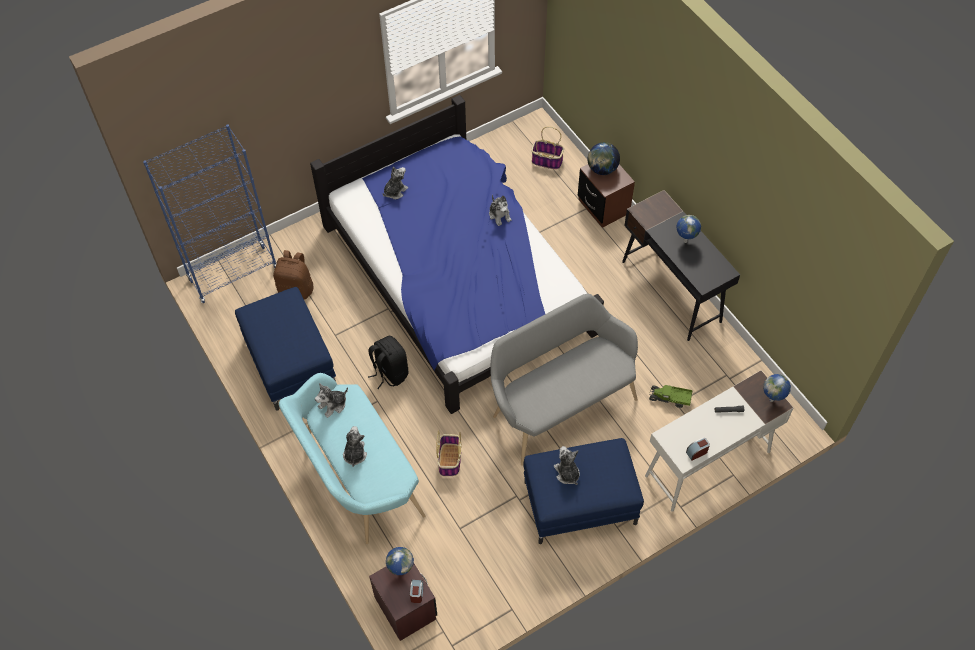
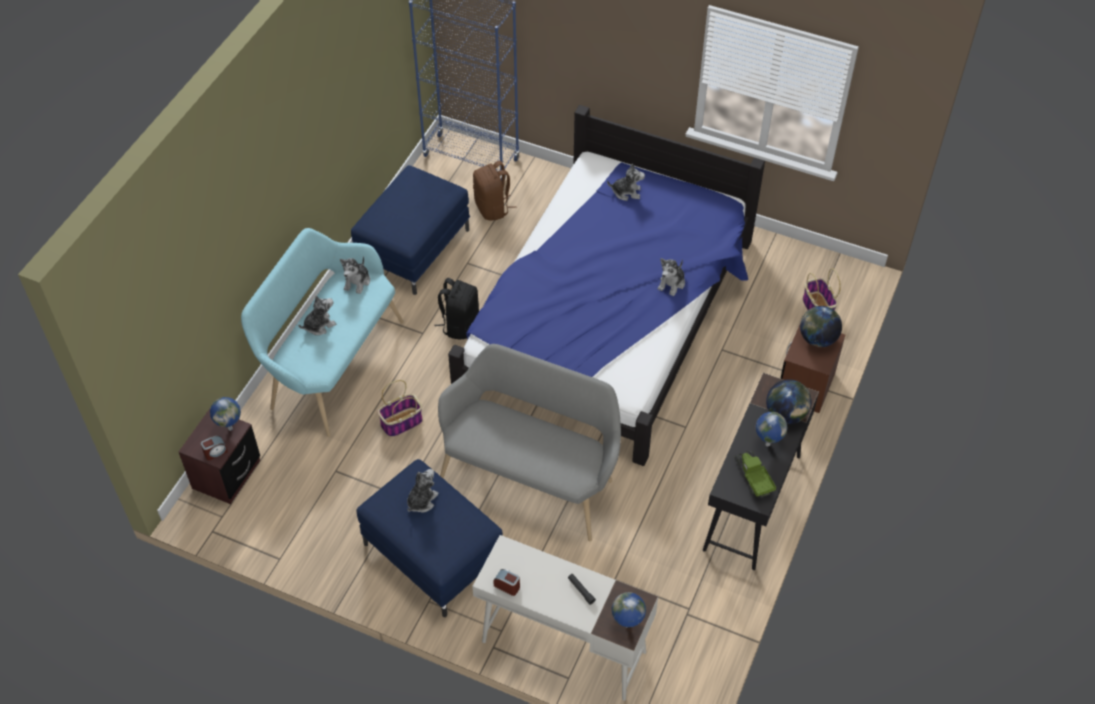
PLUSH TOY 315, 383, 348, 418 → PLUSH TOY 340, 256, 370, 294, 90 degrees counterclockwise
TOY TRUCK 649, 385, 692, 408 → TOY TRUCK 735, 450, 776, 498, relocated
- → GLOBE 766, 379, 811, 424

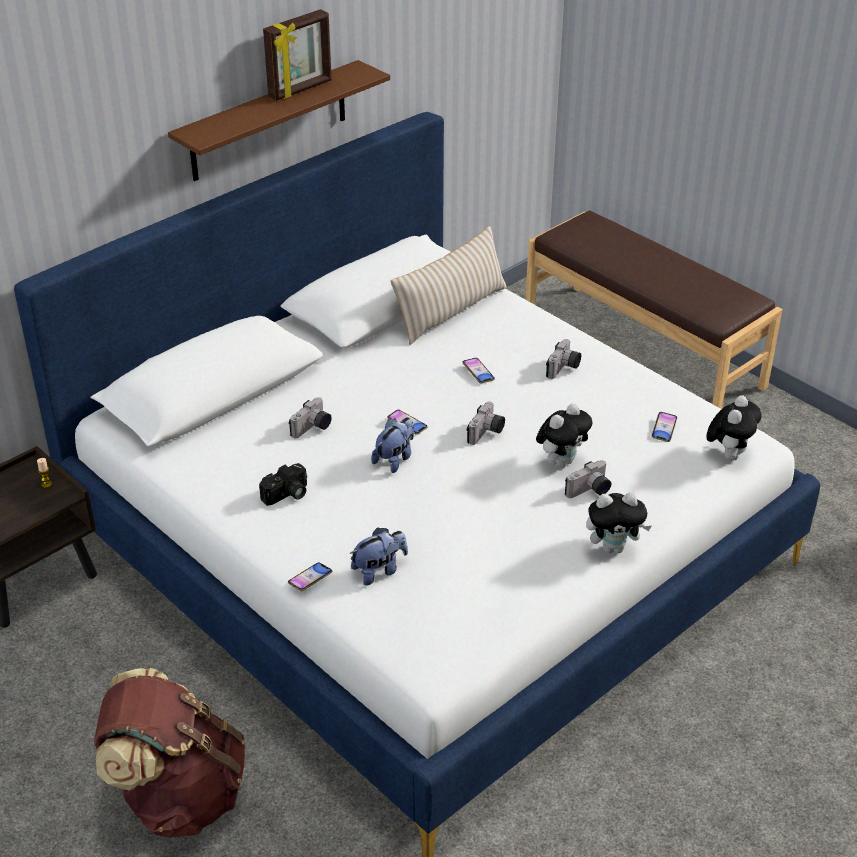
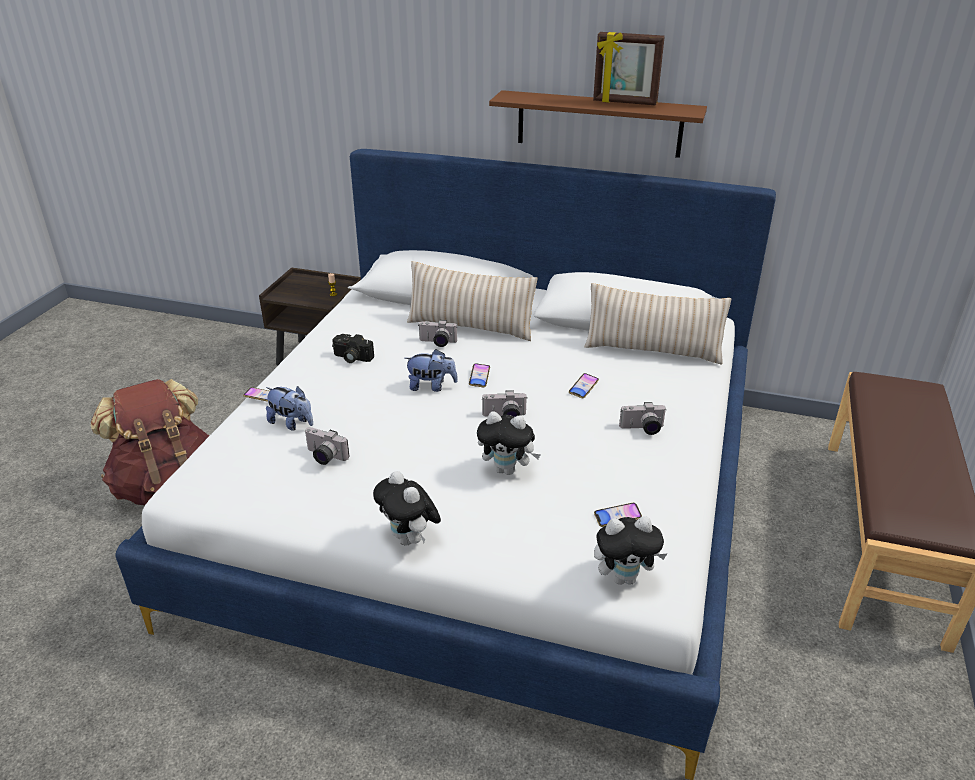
PHOTO CAMERA 565, 460, 611, 498 → PHOTO CAMERA 304, 427, 350, 465, relocated
- → BEIGE PILLOW 407, 261, 538, 341

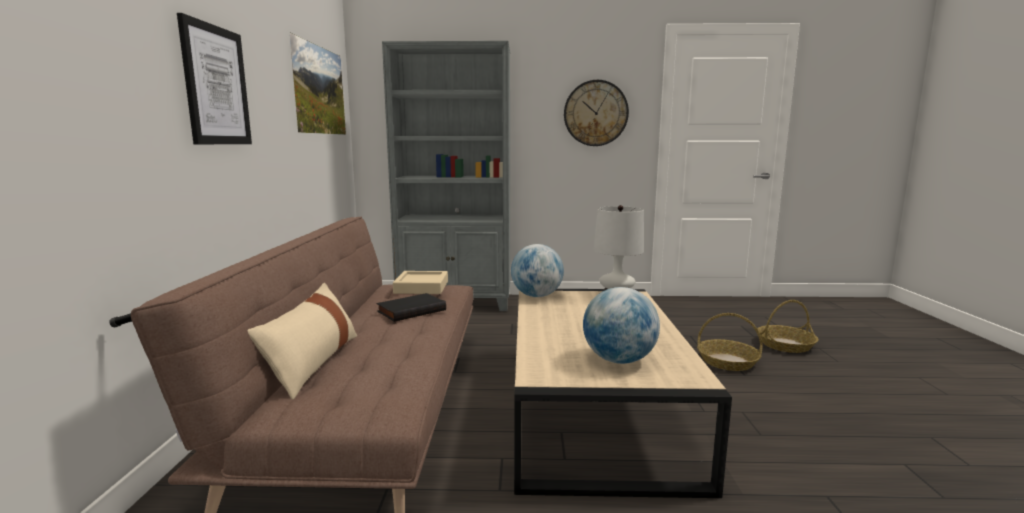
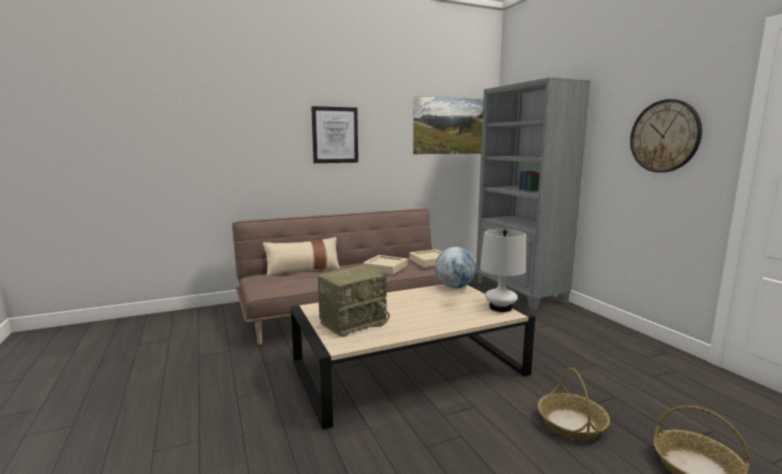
BLACK BOOK 377, 293, 446, 322 → BEIGE TRAY 363, 255, 407, 275
GLOBE 583, 287, 660, 364 → RADIO 317, 266, 390, 337

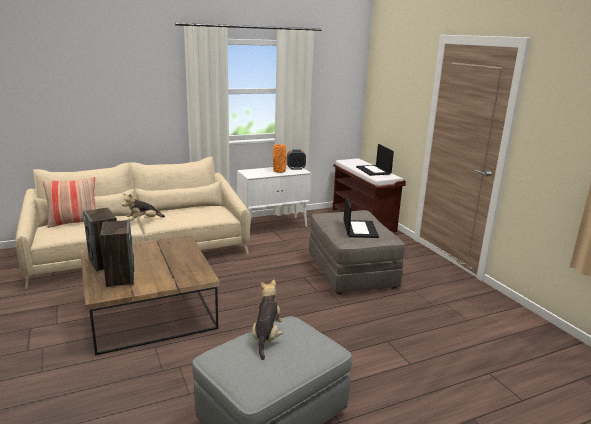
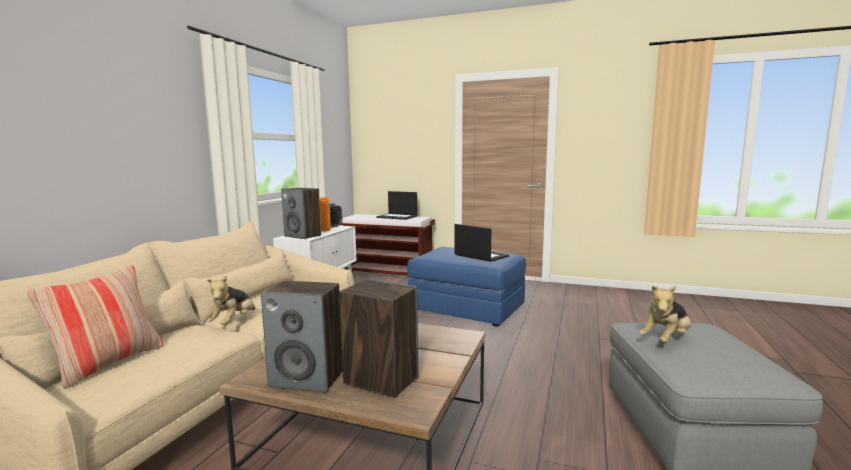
PLUSH TOY 252, 280, 283, 360 → PLUSH TOY 639, 285, 691, 343, 90 degrees counterclockwise
GREY OTTOMAN 309, 210, 405, 294 → BLUE OTTOMAN 407, 247, 526, 327
- → SPEAKER 281, 188, 321, 239

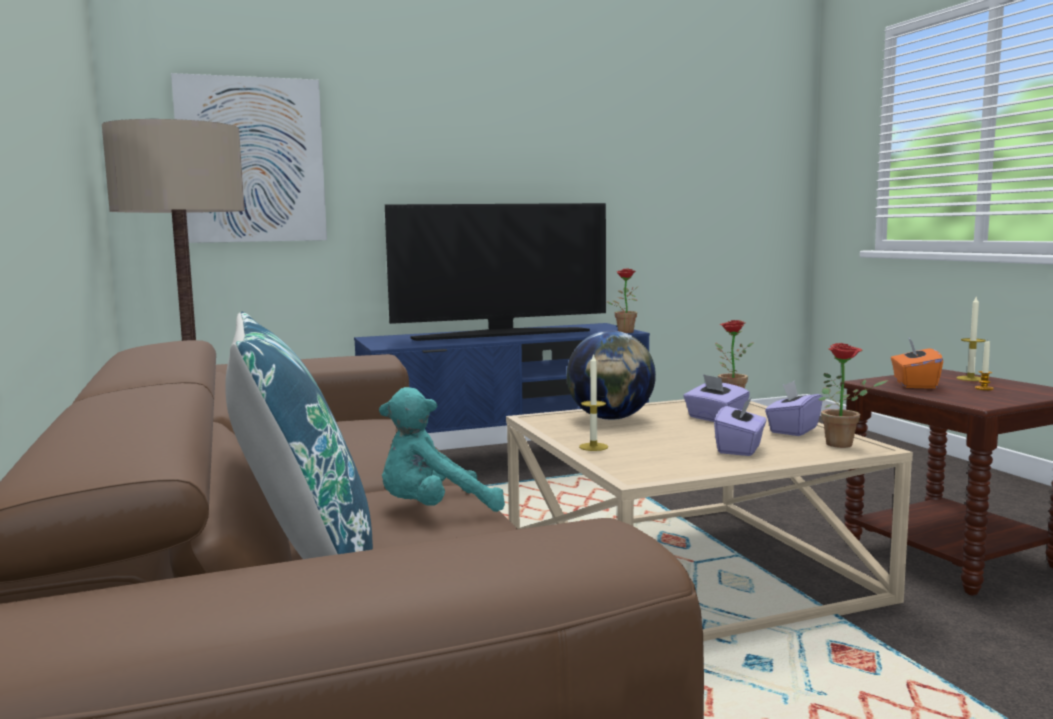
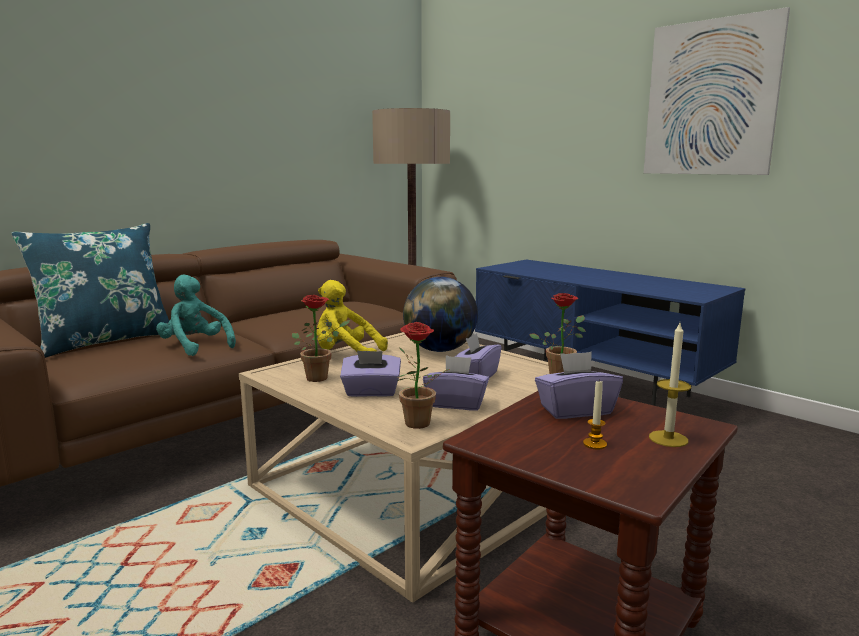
PICTURE 171, 73, 327, 243 → PICTURE 644, 7, 790, 175, relocated
TELEVISION 385, 203, 606, 341 → -
CANDLE 579, 353, 608, 451 → YELLOW PLUSH TOY 317, 280, 388, 352
POTTED PLANT 607, 269, 638, 333 → POTTED PLANT 292, 295, 350, 382, relocated
ORANGE TISSUE BOX 891, 337, 943, 389 → PURPLE TISSUE BOX 535, 352, 623, 419

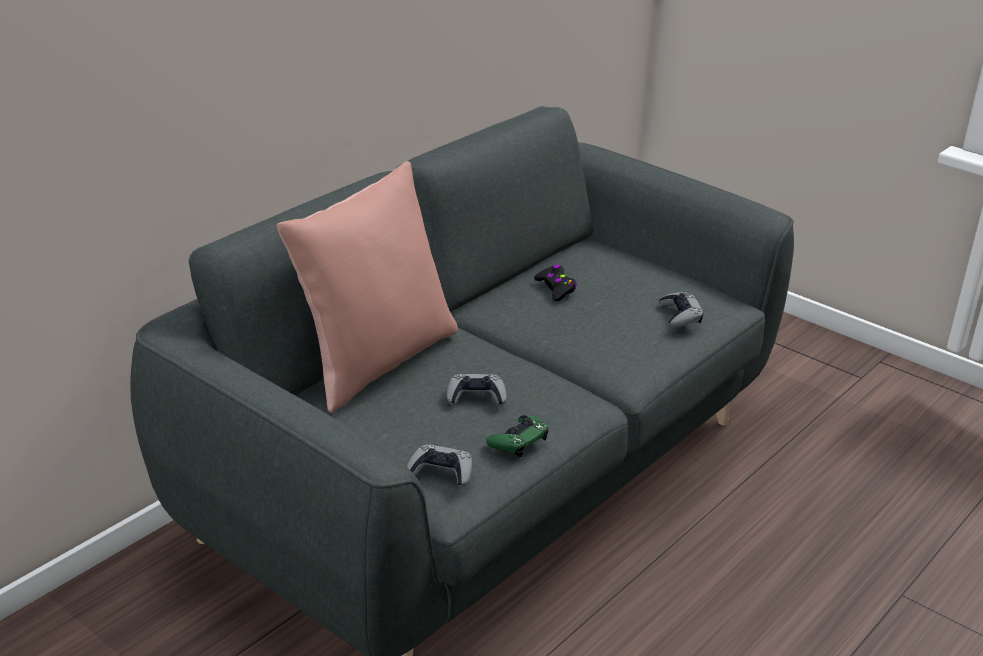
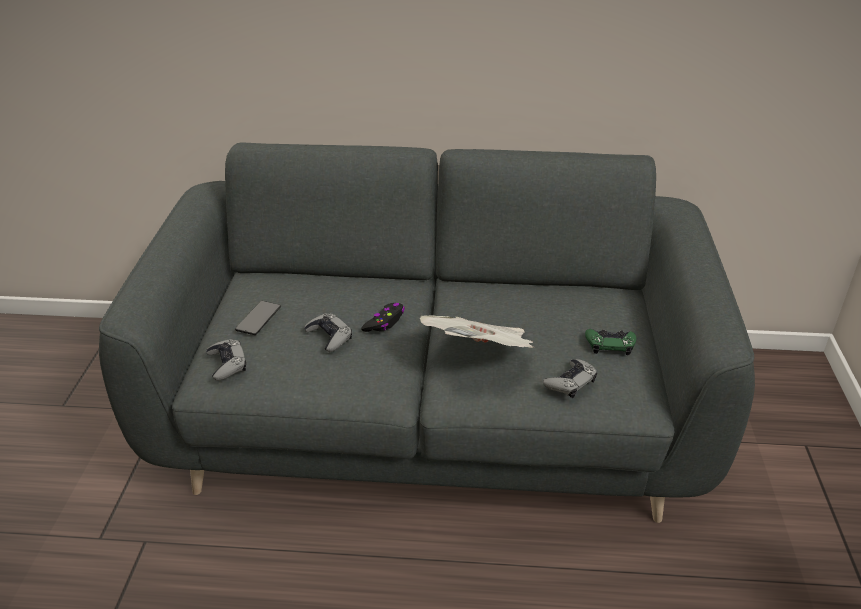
PINK PILLOW 277, 161, 458, 413 → -
GREEN GAME CONTROLLER 486, 415, 549, 457 → GREEN GAME CONTROLLER 585, 329, 636, 355, relocated
BLACK GAME CONTROLLER 534, 264, 577, 301 → BLACK GAME CONTROLLER 361, 303, 405, 332, relocated
- → PHONE 235, 301, 281, 335
- → NEWSPAPER 420, 315, 534, 348

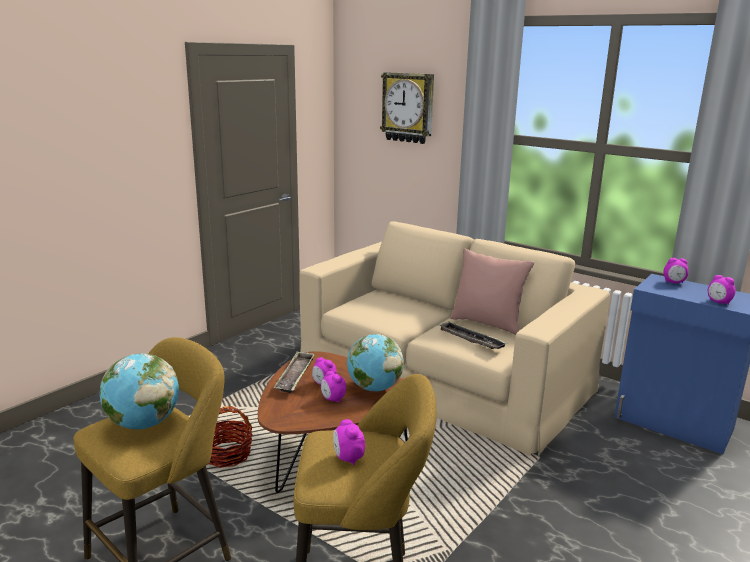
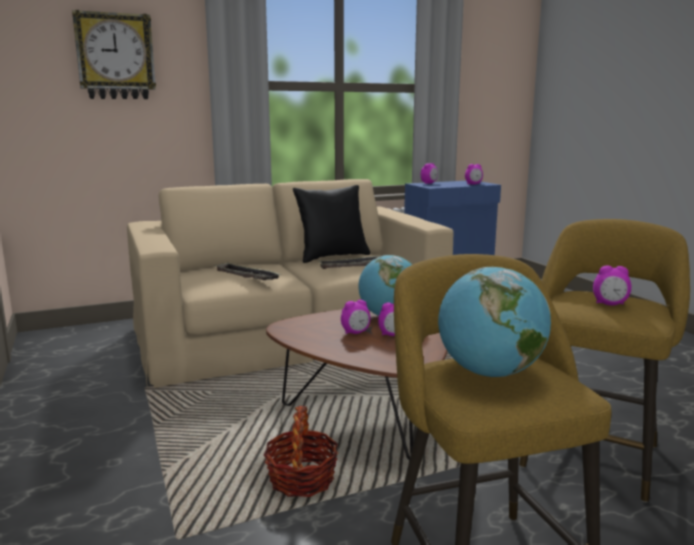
TRAY 274, 352, 315, 393 → TRAY 214, 263, 281, 280, relocated
PINK PILLOW 450, 248, 534, 335 → BLACK PILLOW 293, 185, 370, 263

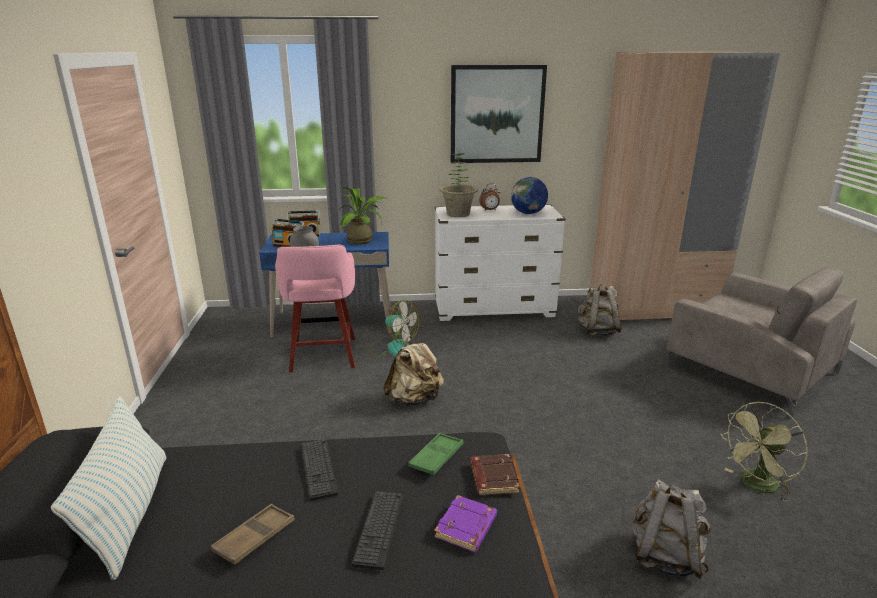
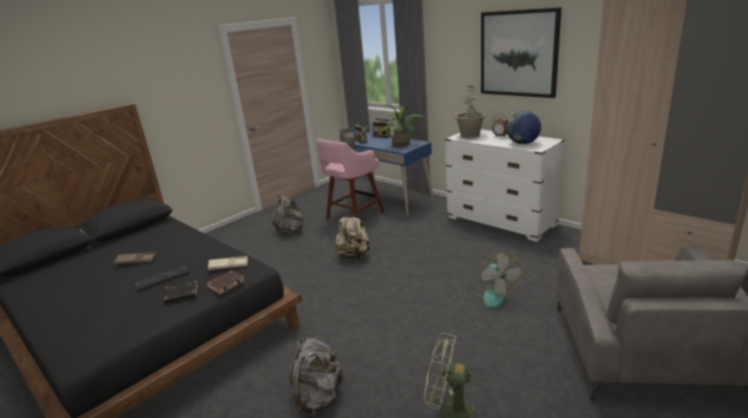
PILLOW 51, 396, 166, 580 → -
KEYBOARD 301, 439, 339, 501 → -
FAN 369, 300, 419, 357 → FAN 465, 252, 522, 308, relocated
GREEN TRAY 409, 433, 464, 475 → BEIGE TRAY 208, 256, 248, 270
PURPLE BOOK 434, 495, 497, 552 → BLACK BOOK 164, 281, 198, 304
GREY BACKPACK 578, 284, 623, 336 → GREY BACKPACK 272, 195, 303, 235, relocated

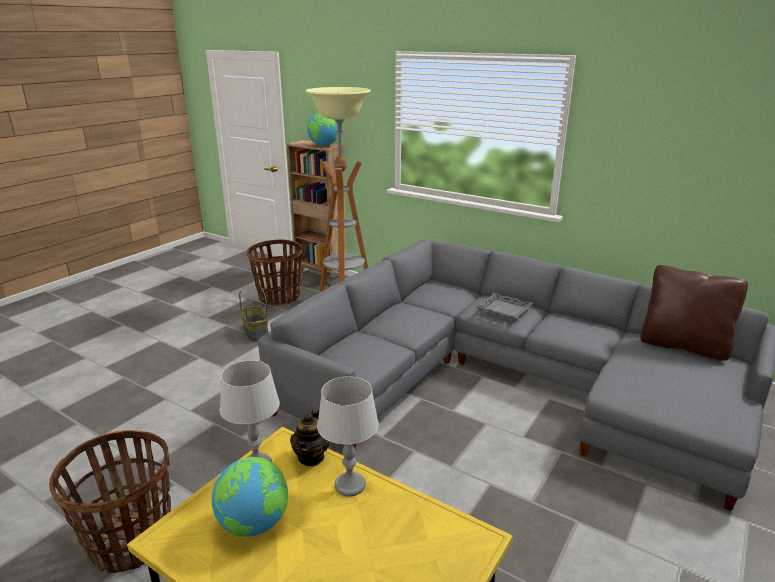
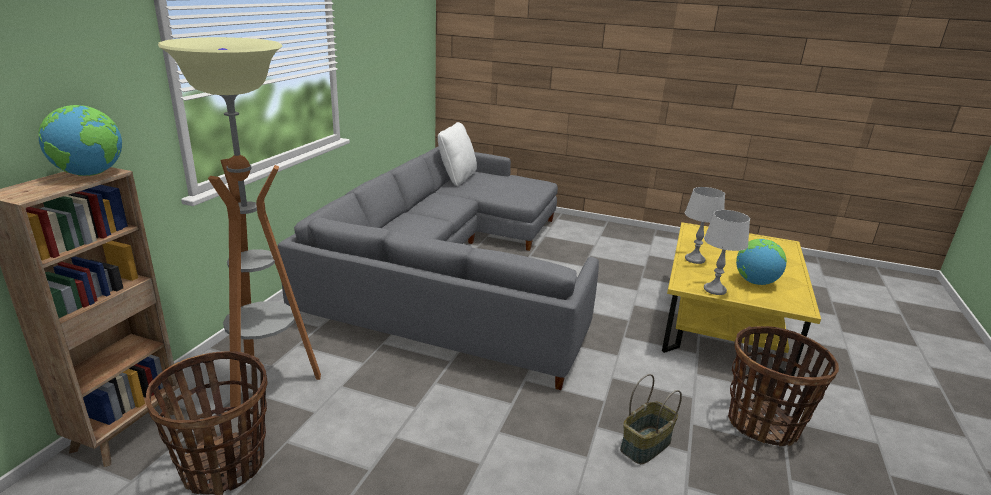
BASKET 239, 287, 268, 342 → BASKET 620, 374, 682, 464, relocated
TEAPOT 290, 408, 330, 466 → -
GREY TRAY 476, 293, 533, 320 → -
BROWN PILLOW 641, 265, 748, 361 → WHITE PILLOW 438, 122, 477, 186

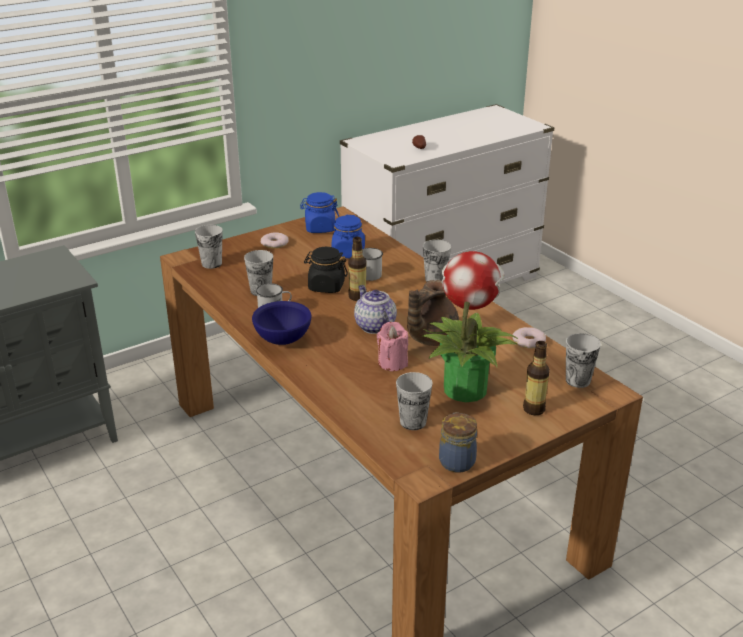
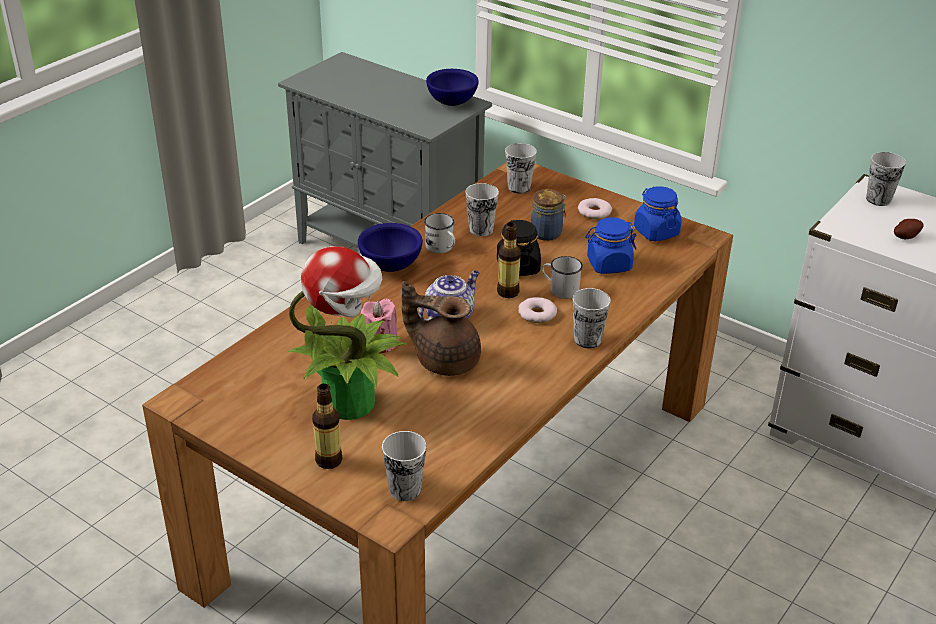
CUP 396, 372, 433, 430 → CUP 866, 152, 906, 206, relocated
JAR 439, 413, 477, 473 → JAR 531, 189, 566, 241, relocated
DONUT 512, 327, 546, 349 → DONUT 518, 297, 557, 323, relocated
- → BLUE BOWL 426, 69, 479, 106

